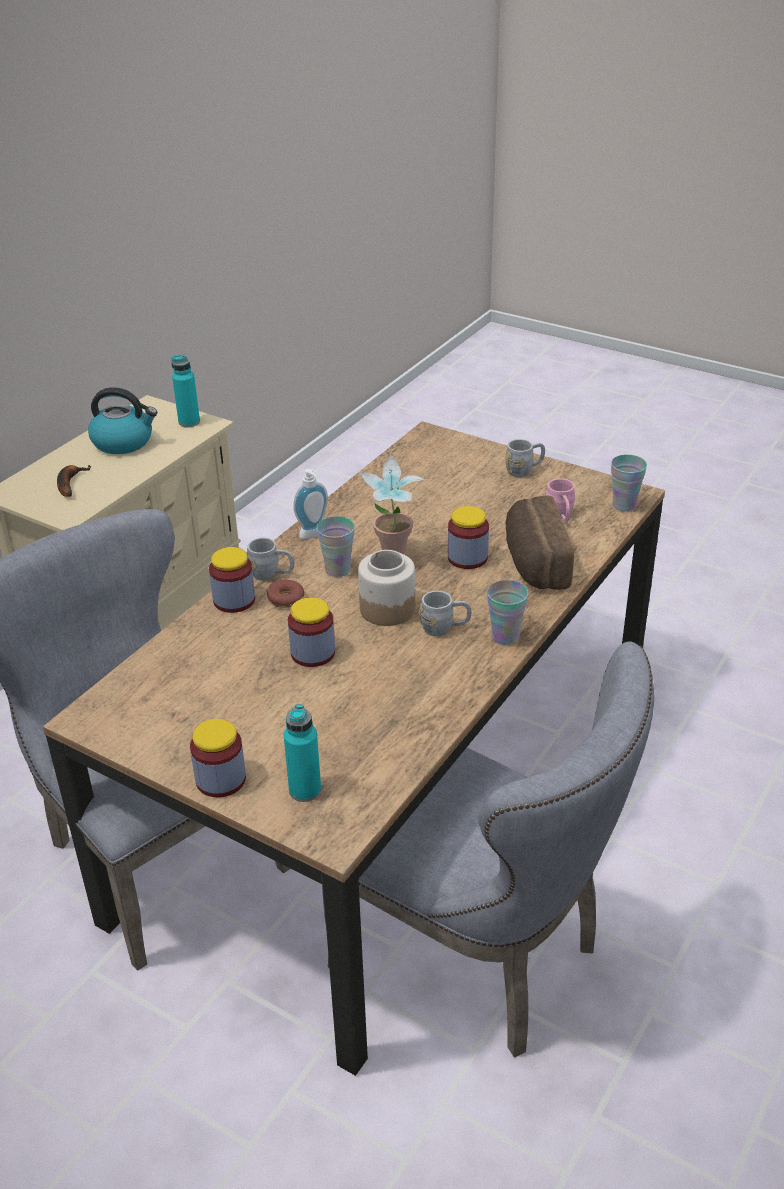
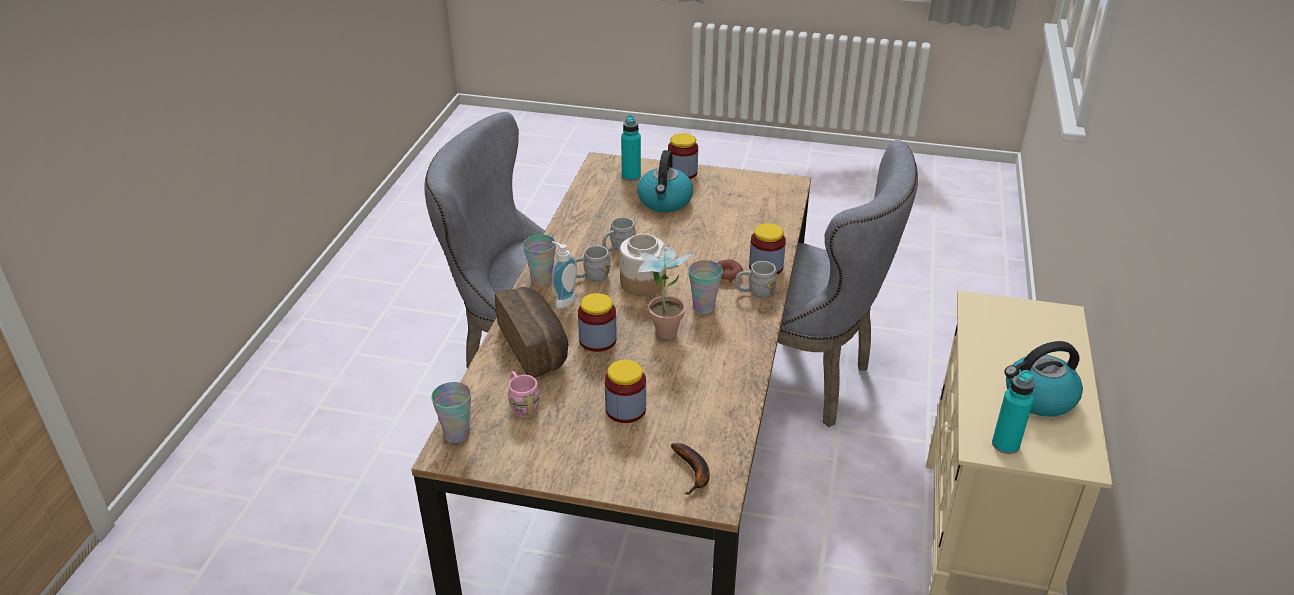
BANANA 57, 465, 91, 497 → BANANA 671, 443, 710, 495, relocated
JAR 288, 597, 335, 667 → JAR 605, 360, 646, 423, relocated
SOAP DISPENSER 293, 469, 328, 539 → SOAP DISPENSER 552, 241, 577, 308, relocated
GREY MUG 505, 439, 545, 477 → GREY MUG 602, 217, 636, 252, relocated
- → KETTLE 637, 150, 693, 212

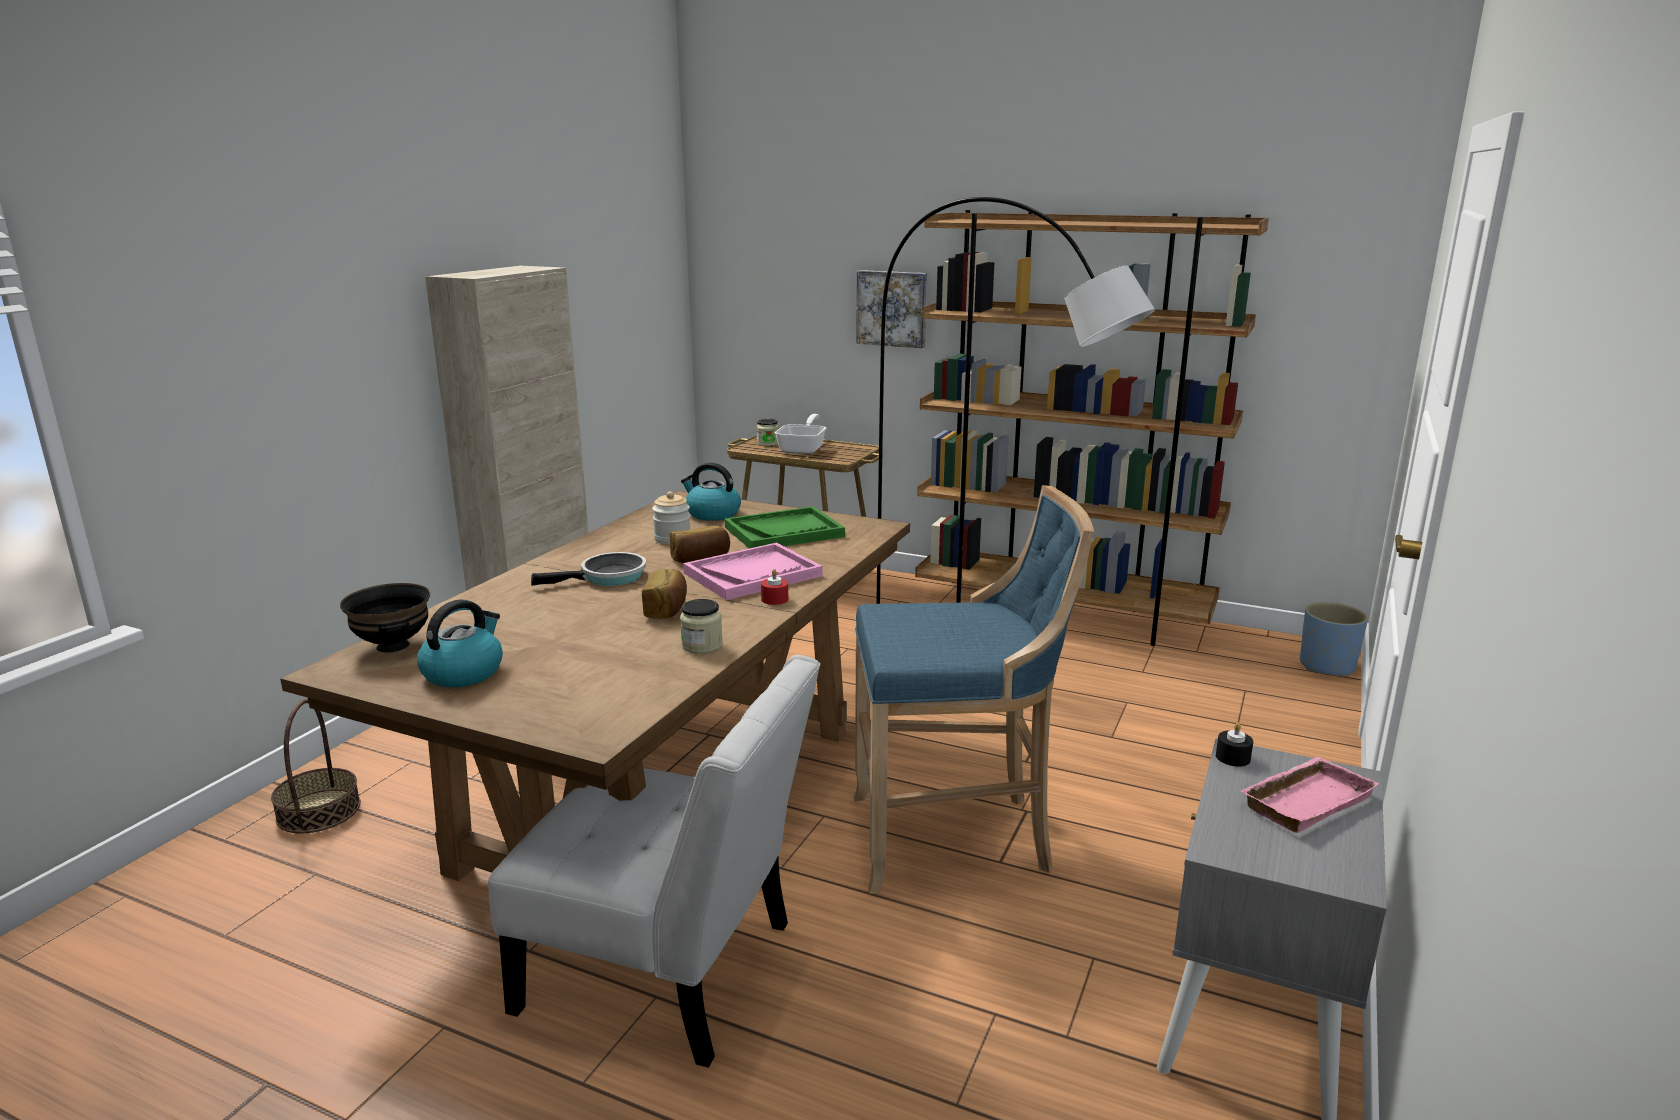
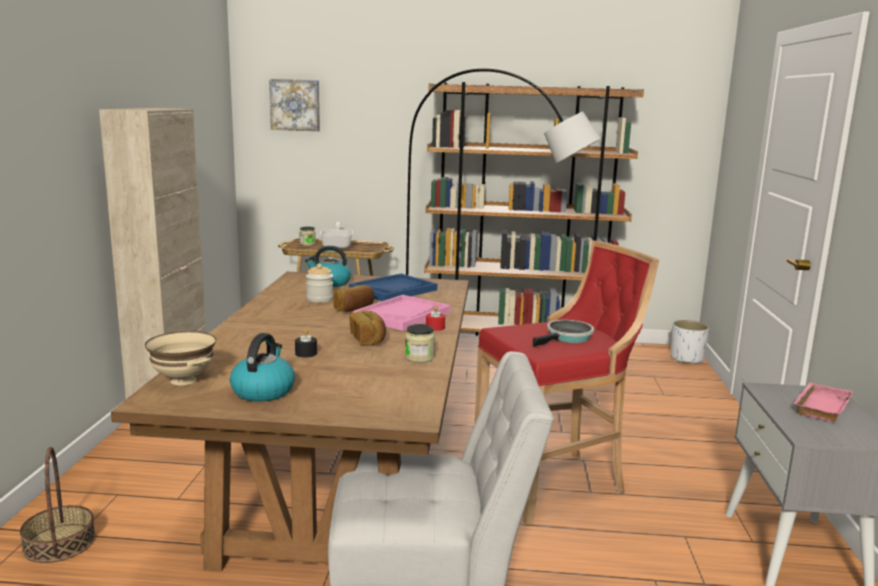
BLACK BOWL 340, 583, 430, 653 → BEIGE BOWL 145, 331, 216, 386
FRYING PAN 531, 552, 646, 586 → FRYING PAN 533, 320, 594, 347, relocated
GREEN TRAY 725, 506, 845, 548 → BLUE TRAY 349, 274, 437, 301
BLUE STOOL 854, 485, 1094, 894 → RED STOOL 475, 240, 659, 525
PICTURE 856, 270, 927, 348 → PICTURE 269, 79, 320, 131, relocated
BLACK CANDLE 1216, 723, 1253, 767 → BLACK CANDLE 295, 329, 317, 357, relocated
BLUE PLANTER 1300, 602, 1368, 677 → WHITE PLANTER 671, 320, 709, 363

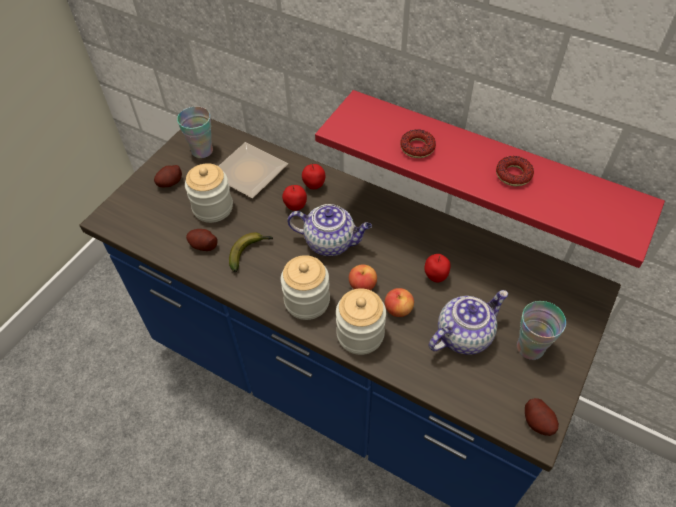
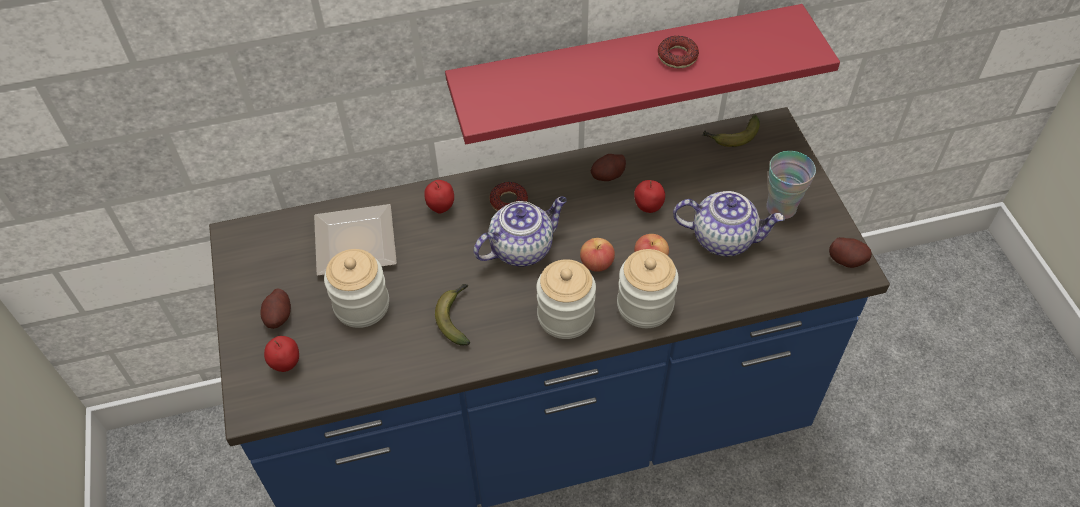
CUP 177, 106, 213, 158 → -
POTATO 186, 229, 218, 251 → POTATO 591, 154, 626, 181, relocated
APPLE 282, 185, 307, 211 → APPLE 264, 336, 299, 372, relocated
DONUT 400, 129, 436, 158 → DONUT 490, 182, 528, 212, relocated
TEAPOT 429, 290, 508, 355 → TEAPOT 673, 191, 785, 256, 90 degrees clockwise
- → BANANA 703, 115, 760, 147

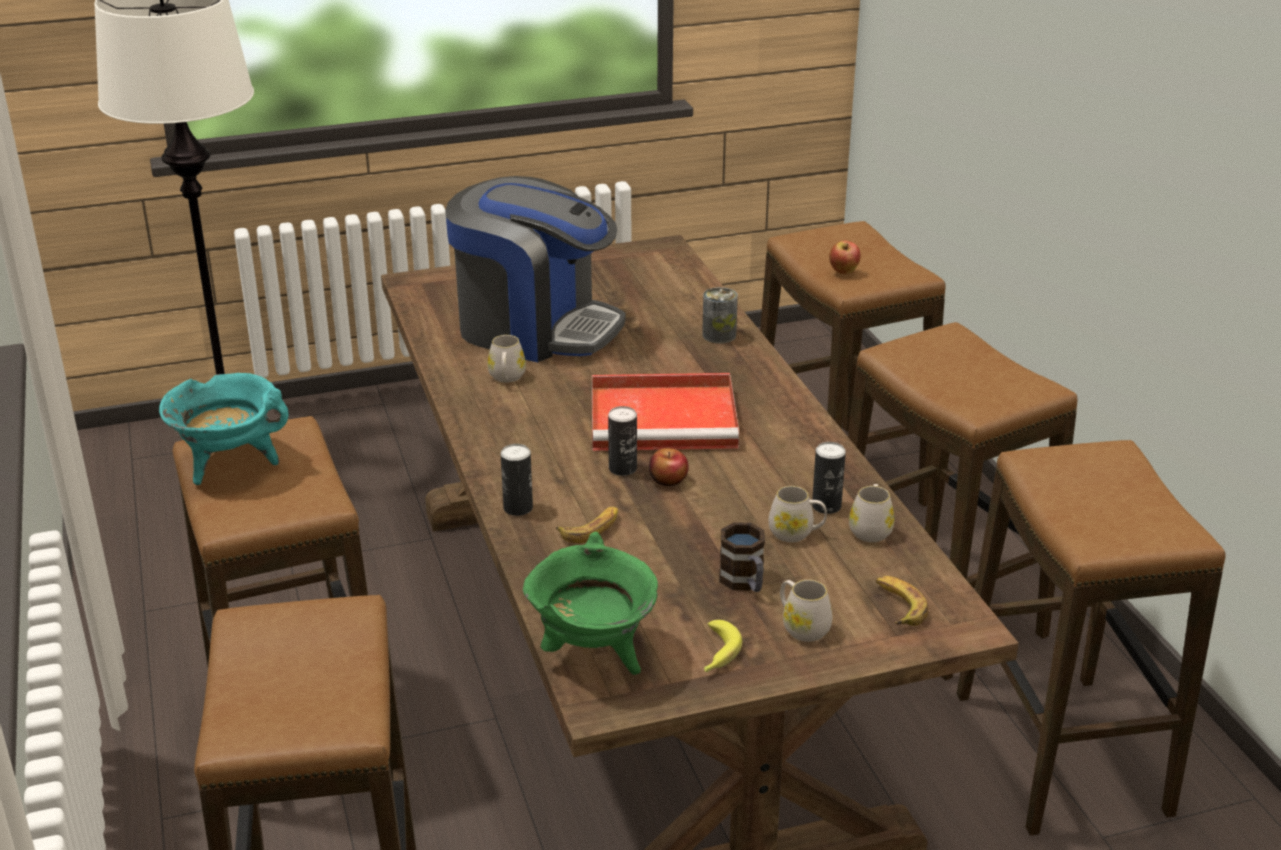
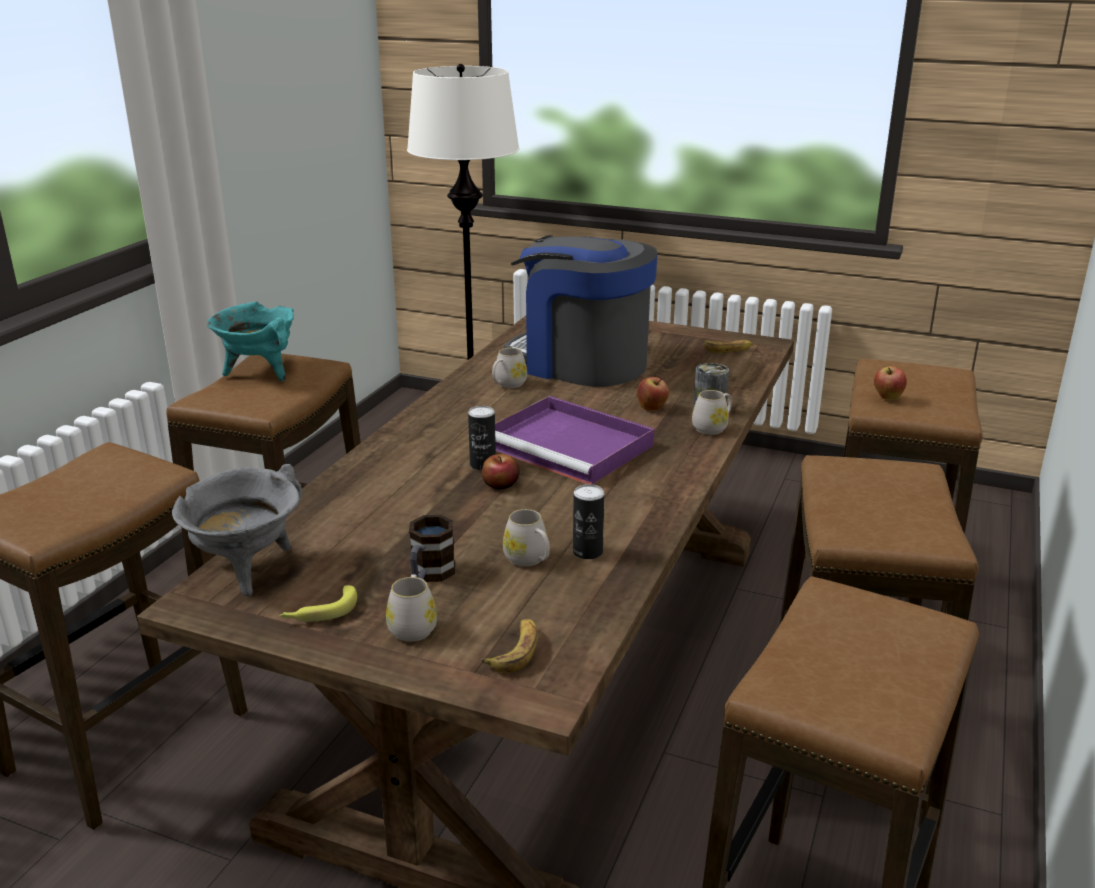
COFFEE MACHINE 445, 176, 626, 362 → COFFEE MACHINE 504, 235, 658, 387, 150 degrees clockwise
CAN 501, 444, 533, 516 → -
GREEN COOKING POT 523, 532, 658, 675 → GREY COOKING POT 172, 464, 302, 596
BANANA 556, 507, 618, 543 → BANANA 704, 340, 753, 353, relocated
RED TRAY 592, 373, 739, 451 → PURPLE TRAY 495, 396, 654, 484
WHITE MUG 849, 484, 894, 542 → WHITE MUG 692, 390, 732, 435, relocated
- → APPLE 637, 377, 669, 411

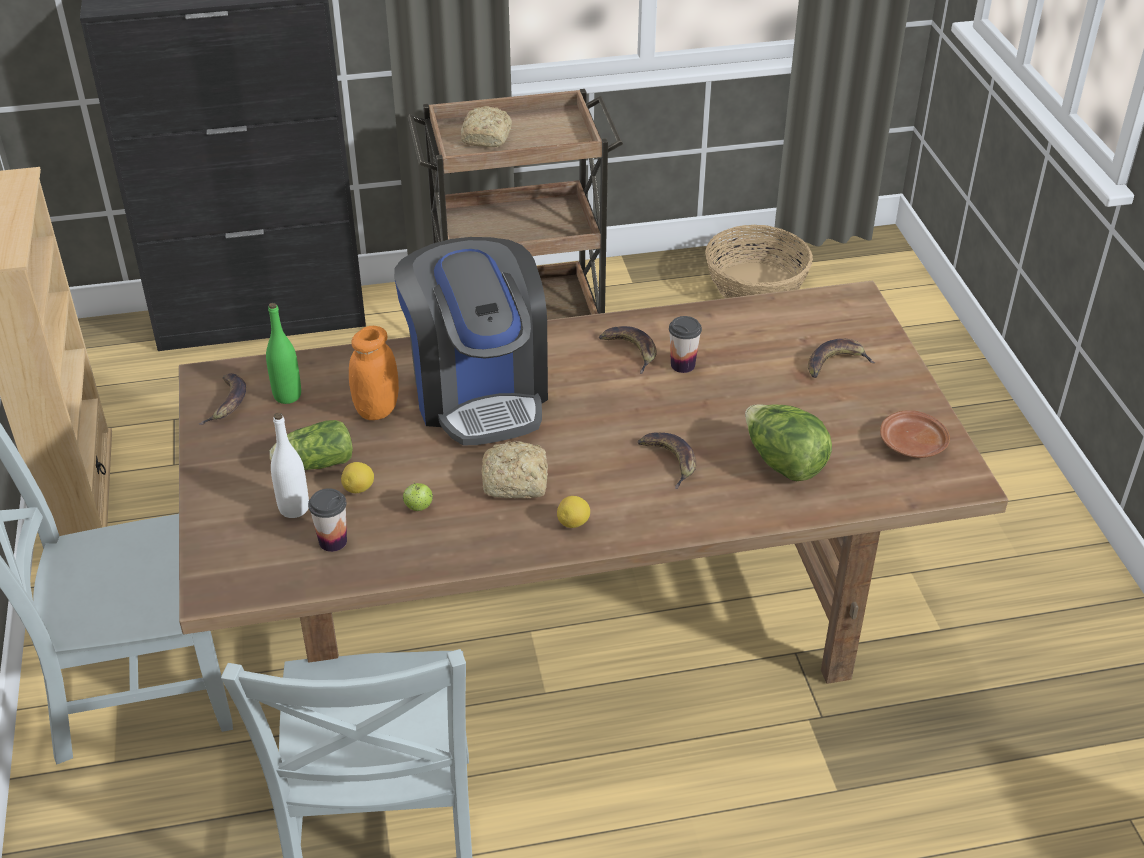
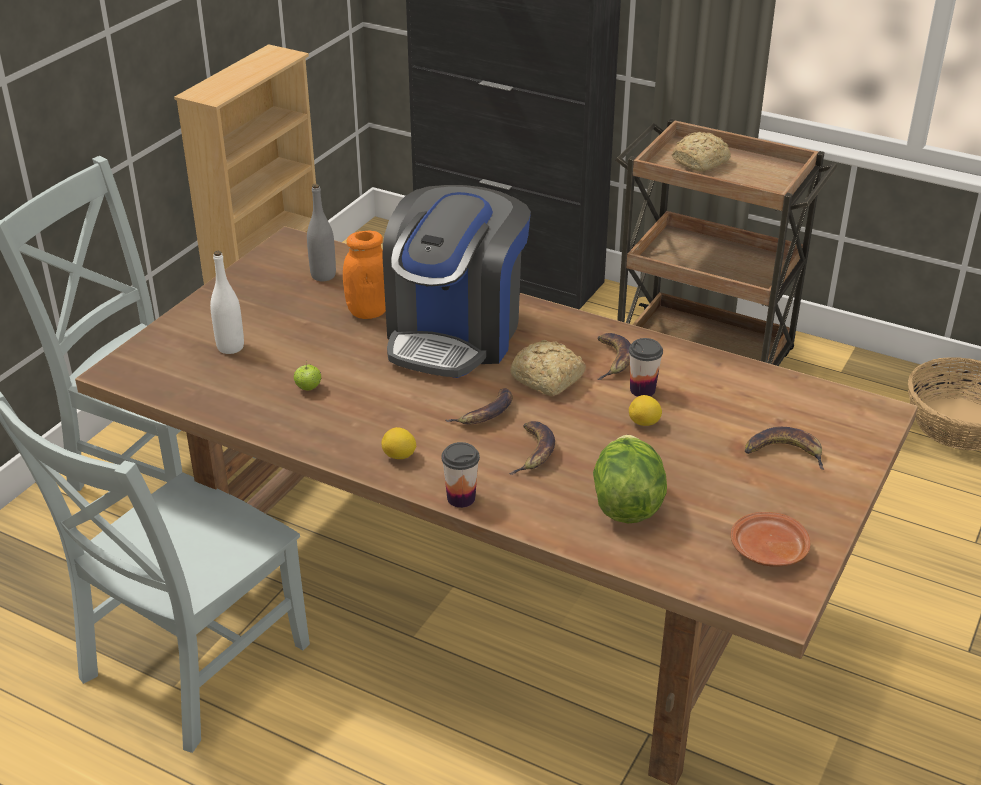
BANANA 199, 373, 246, 425 → BANANA 446, 388, 513, 425, relocated
GREEN BOTTLE 266, 303, 301, 404 → GREY BOTTLE 307, 184, 336, 281
LETTUCE 270, 420, 353, 470 → -
CUP 308, 488, 347, 552 → CUP 441, 442, 480, 508, relocated
LEMON 341, 462, 374, 493 → LEMON 629, 395, 662, 426, relocated
BREAD 482, 441, 548, 499 → BREAD 510, 340, 586, 396, relocated

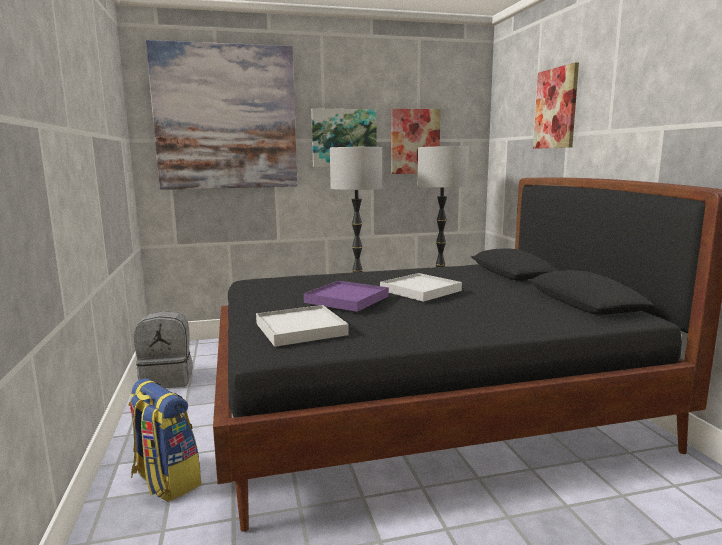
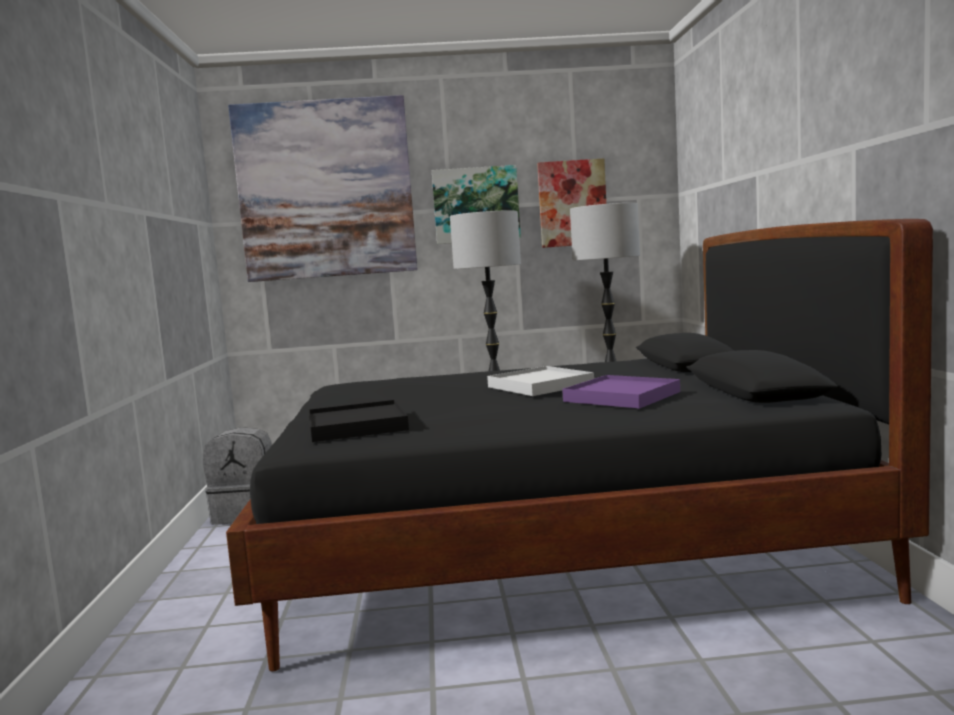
BACKPACK 128, 378, 201, 502 → -
WHITE TRAY 256, 305, 349, 347 → BLACK TRAY 308, 400, 409, 442
PURPLE TRAY 304, 281, 389, 312 → PURPLE TRAY 562, 375, 680, 409, relocated
PICTURE 533, 62, 579, 149 → -

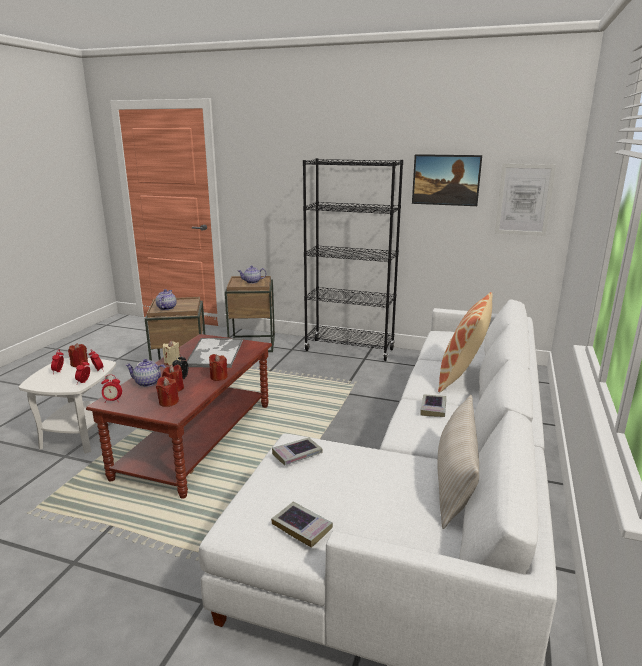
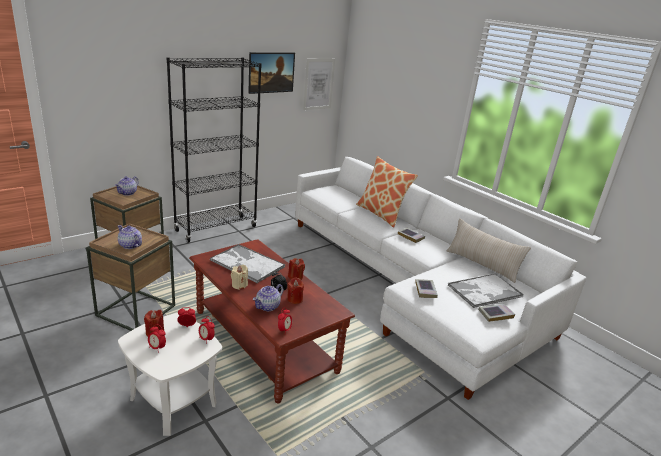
RED CANDLE 156, 376, 179, 407 → -
- → TRAY 448, 274, 524, 308

